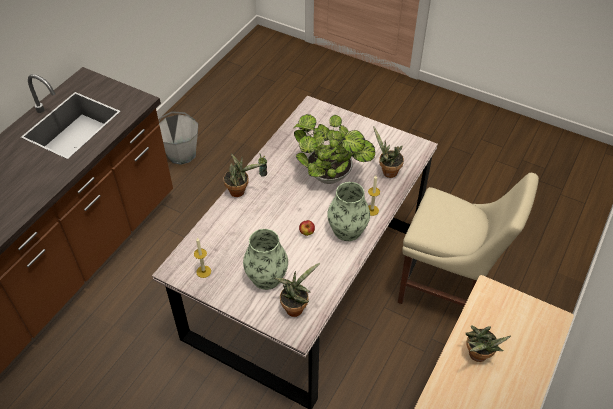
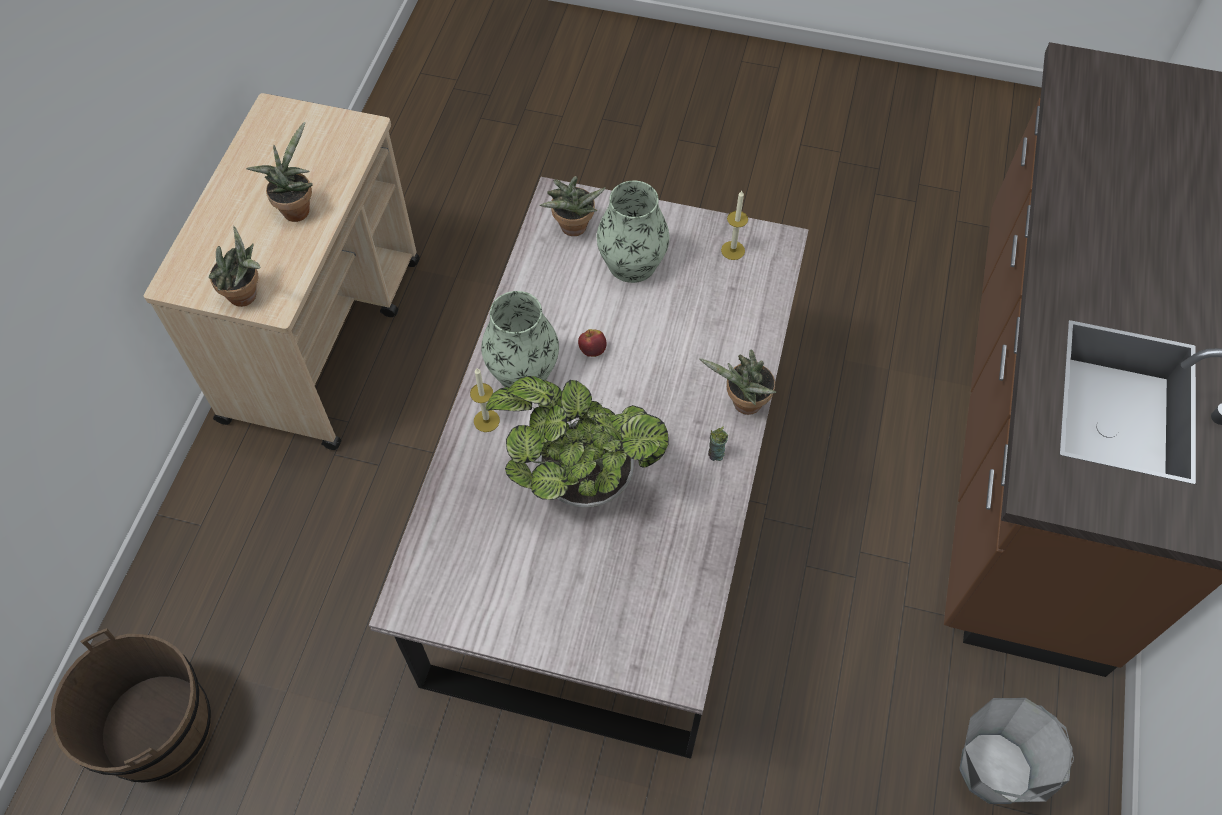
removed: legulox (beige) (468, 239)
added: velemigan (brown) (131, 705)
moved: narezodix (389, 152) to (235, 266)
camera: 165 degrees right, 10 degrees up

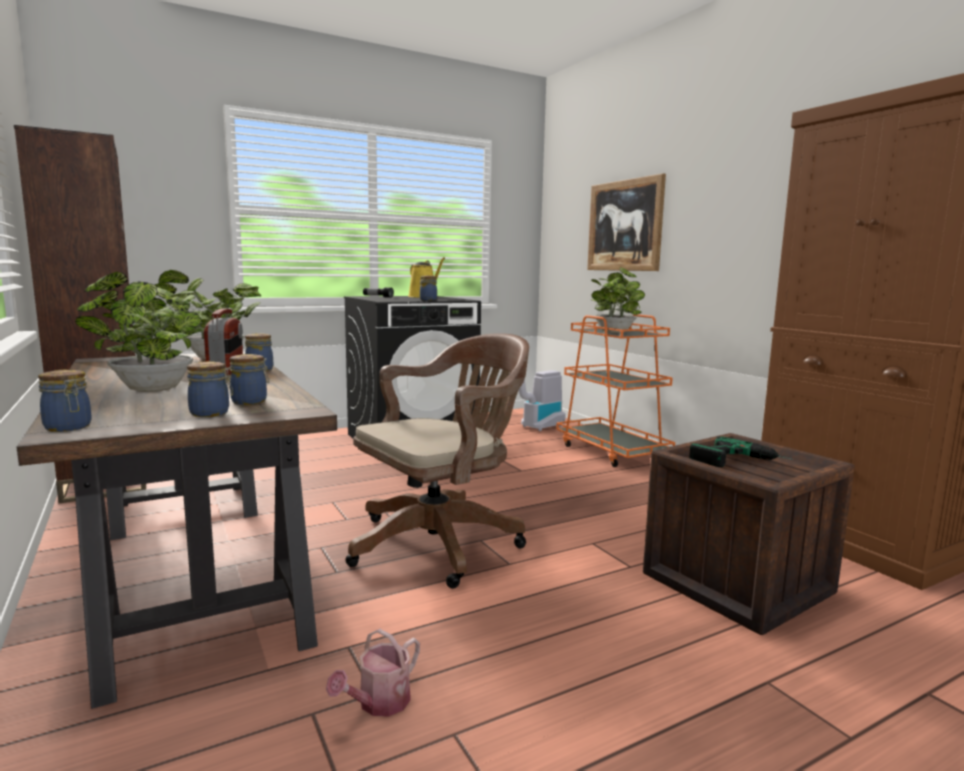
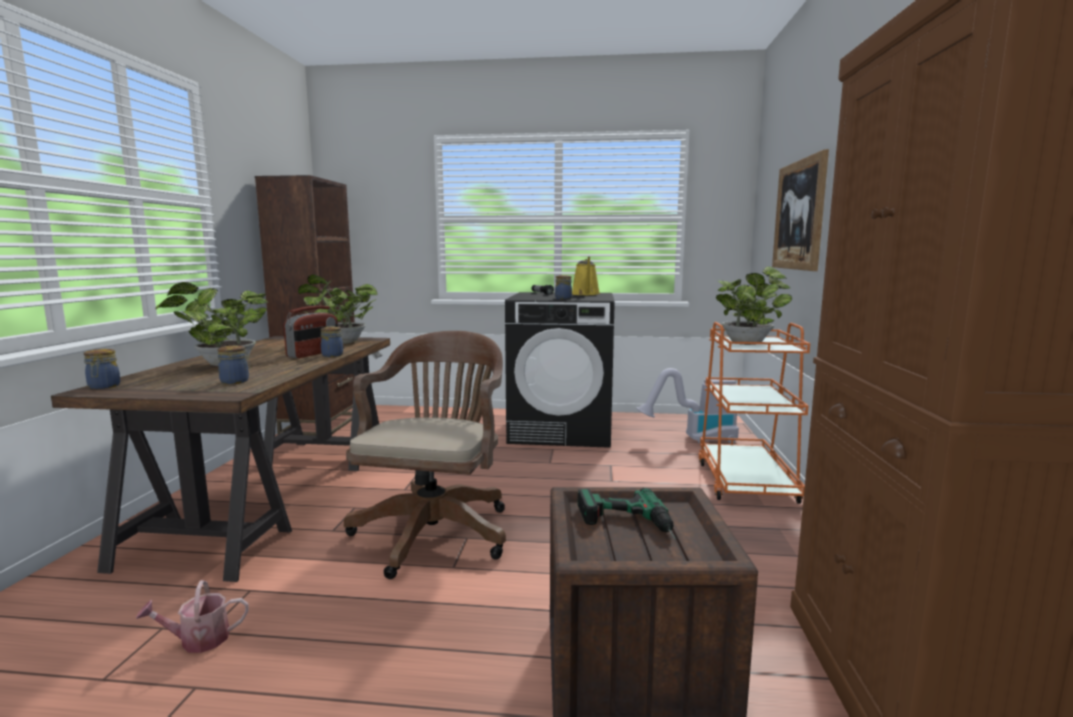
removed: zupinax (210, 389)
turned: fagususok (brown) (437, 460) = (425, 455) 75 degrees counterclockwise
camera: 35 degrees right, 0 degrees up

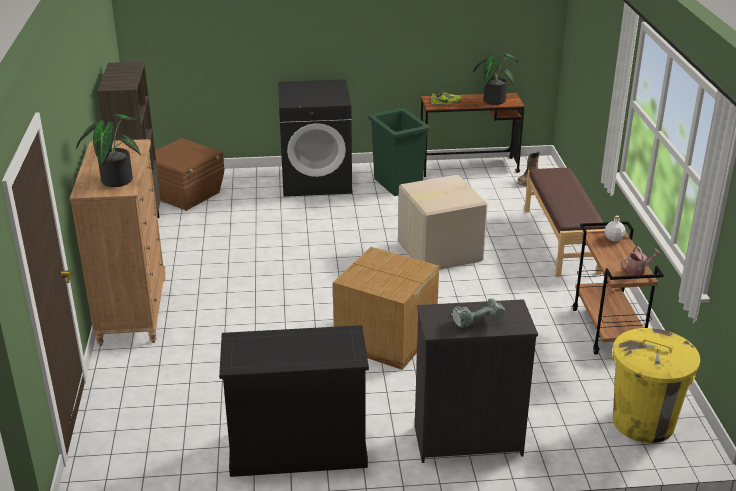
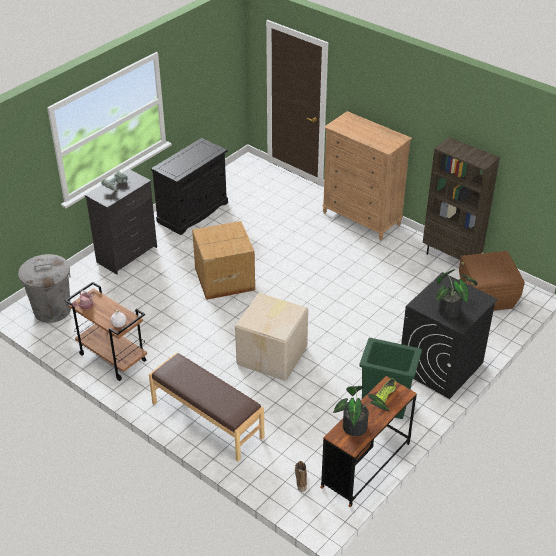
moved: narezodix (108, 150) to (457, 293)
recoloured: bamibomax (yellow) (656, 385) to bamibomax (grey) (44, 288)
camera: 135 degrees right, 10 degrees up

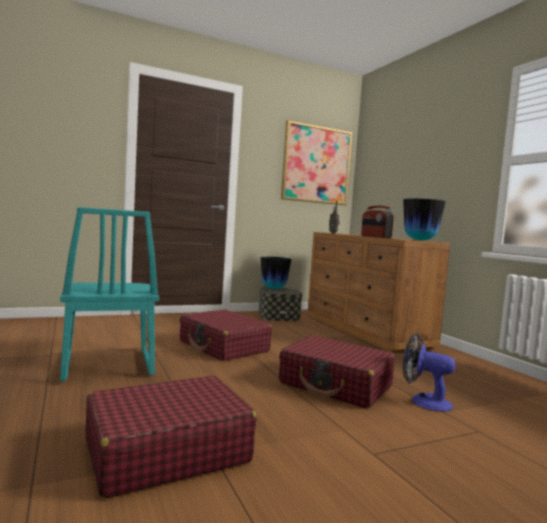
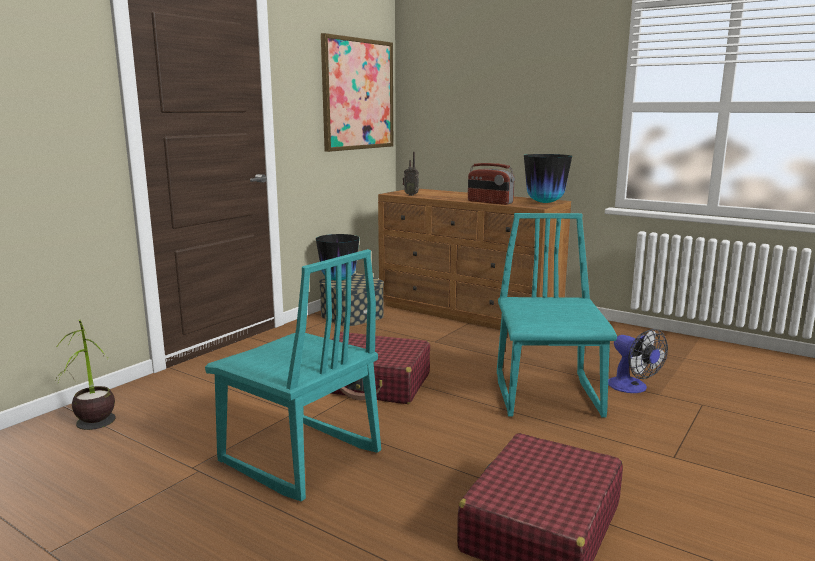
added: narezodix (85, 375)
replaced: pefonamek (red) (337, 372) to legulox (turquoise) (557, 315)
turned: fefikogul (429, 372) = (638, 361) 120 degrees counterclockwise
camera: 30 degrees left, 10 degrees up

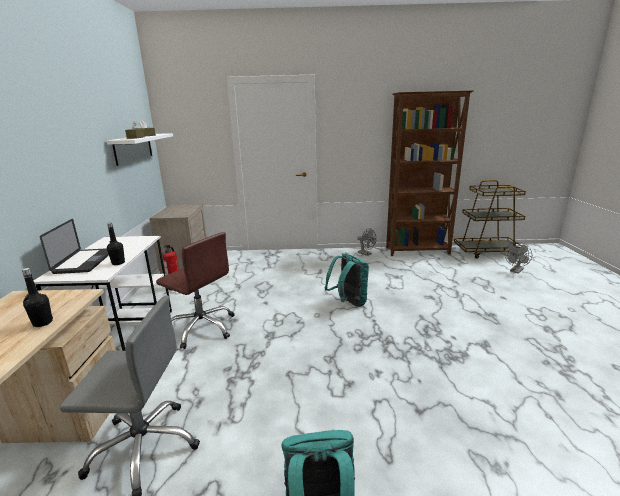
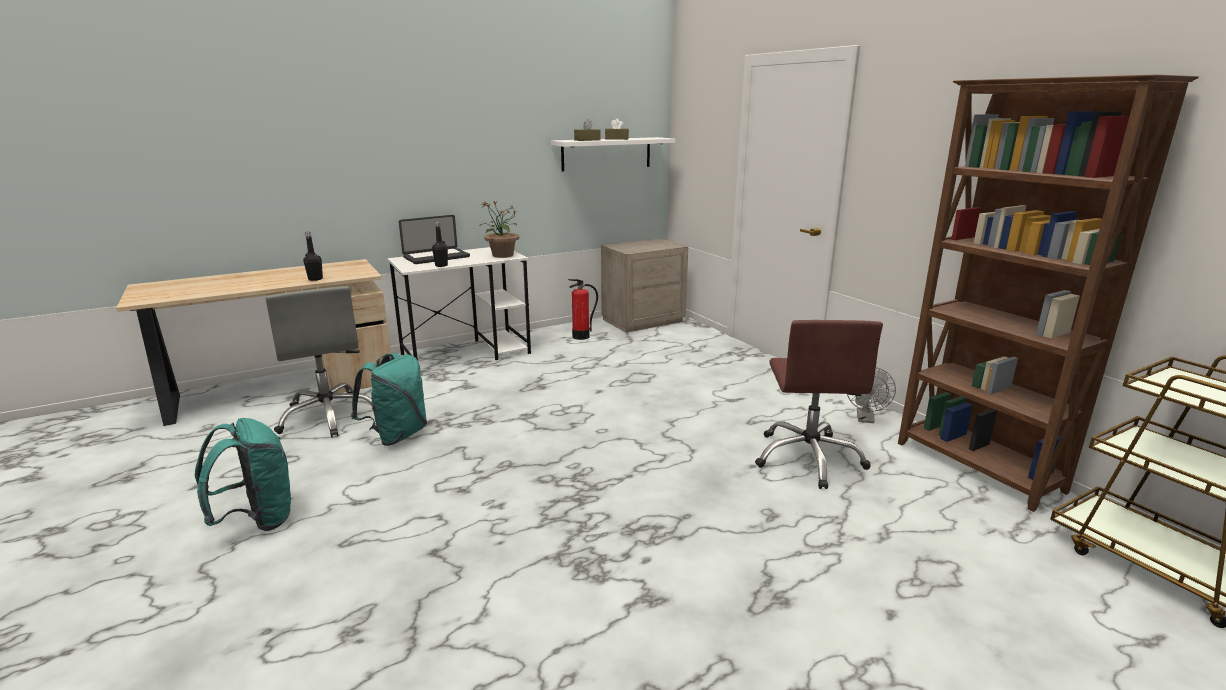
removed: fefikogul (grey) (518, 258)
added: narezodix (500, 229)
moved: fagususok (brown) (195, 290) to (819, 404); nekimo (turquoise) (347, 280) to (389, 399)
camera: 60 degrees right, 0 degrees up

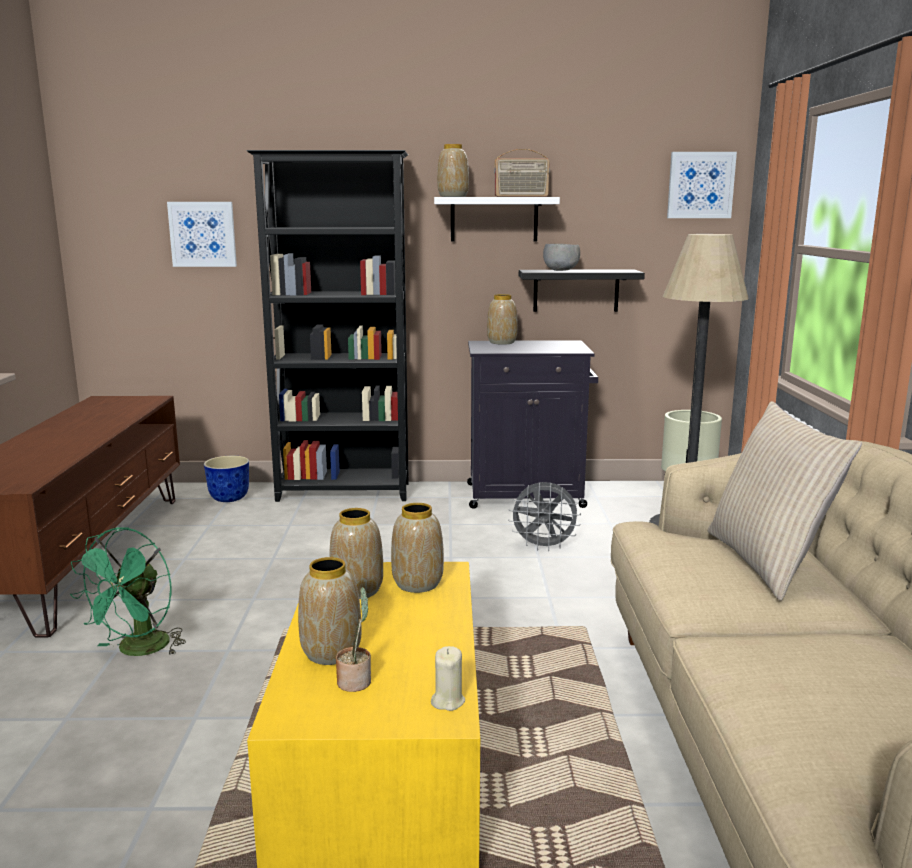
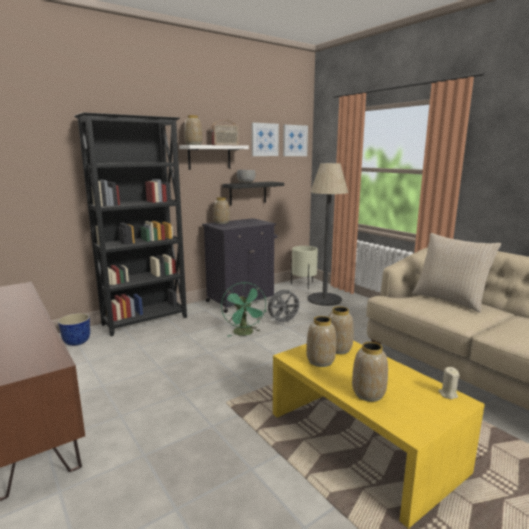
removed: narezodix (353, 639)
moved: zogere (202, 234) to (265, 139); fefikogul (green) (128, 591) to (244, 309)
camera: 35 degrees left, 0 degrees up

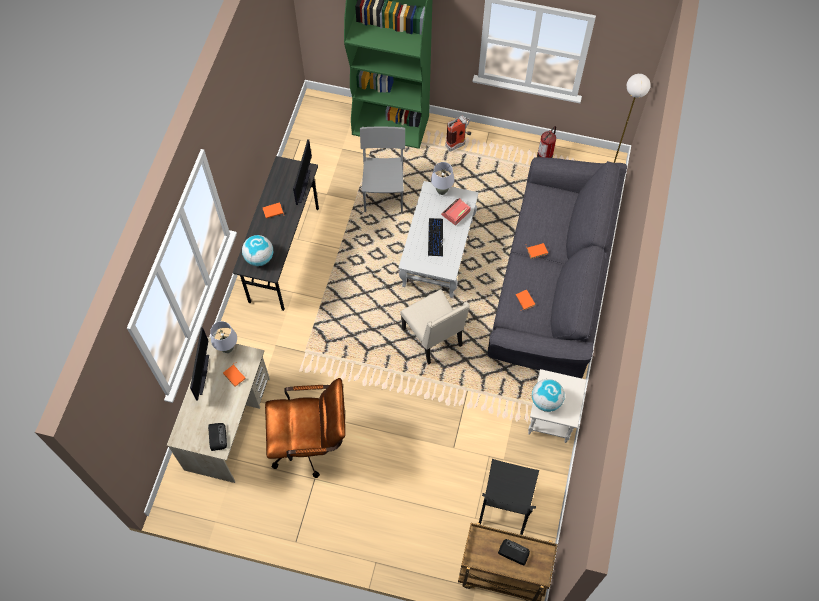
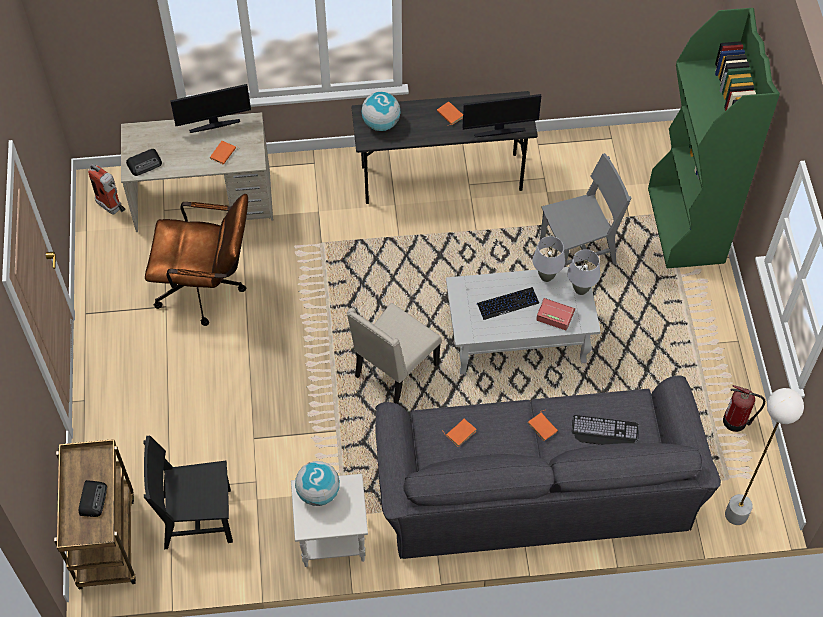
added: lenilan (605, 430)
moved: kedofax (458, 133) to (106, 189); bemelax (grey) (223, 337) to (548, 259)
turned: fagususok (brown) (305, 428) = (196, 260) 60 degrees counterclockwise
camera: 70 degrees right, 5 degrees down

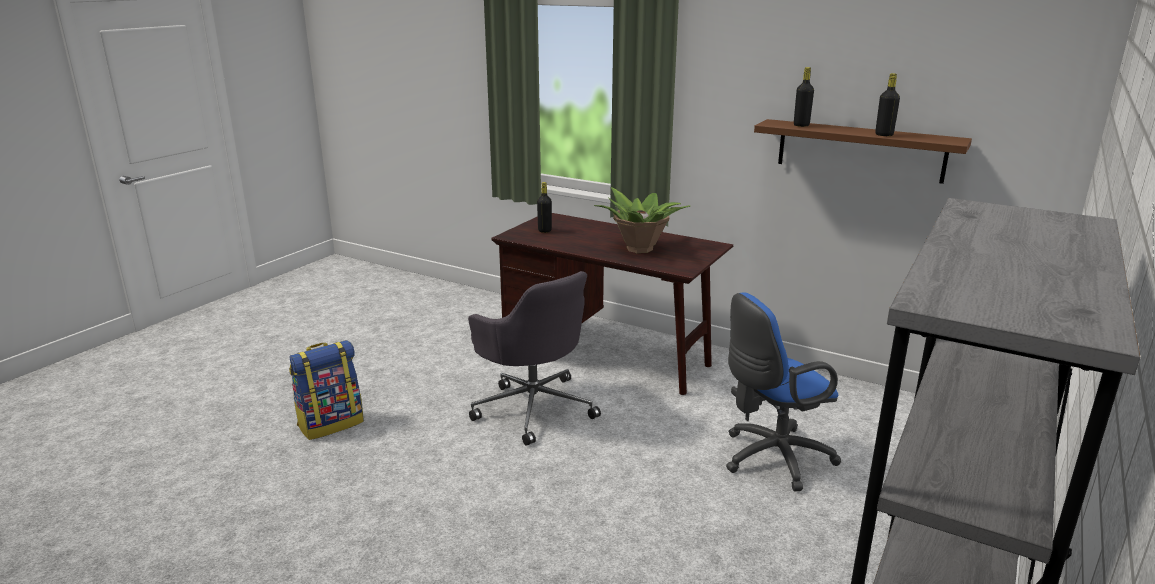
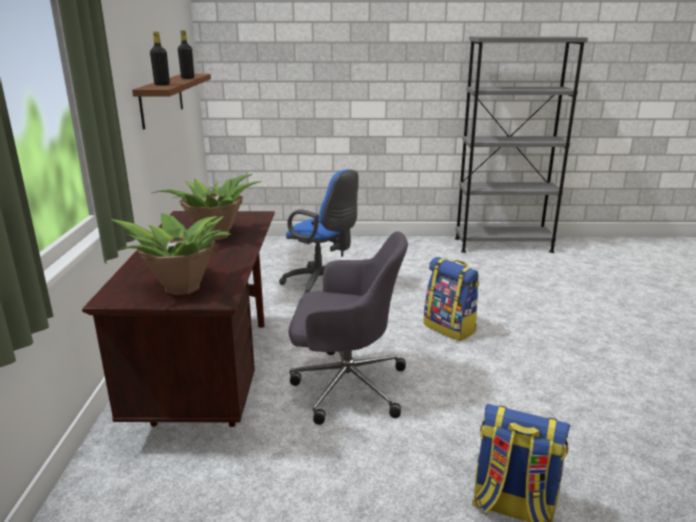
added: nekimo (452, 299)
replaced: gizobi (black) (544, 207) to narezodix (170, 254)
turned: fagususok (grey) (534, 358) = (348, 328) 75 degrees clockwise
camera: 120 degrees left, 0 degrees up

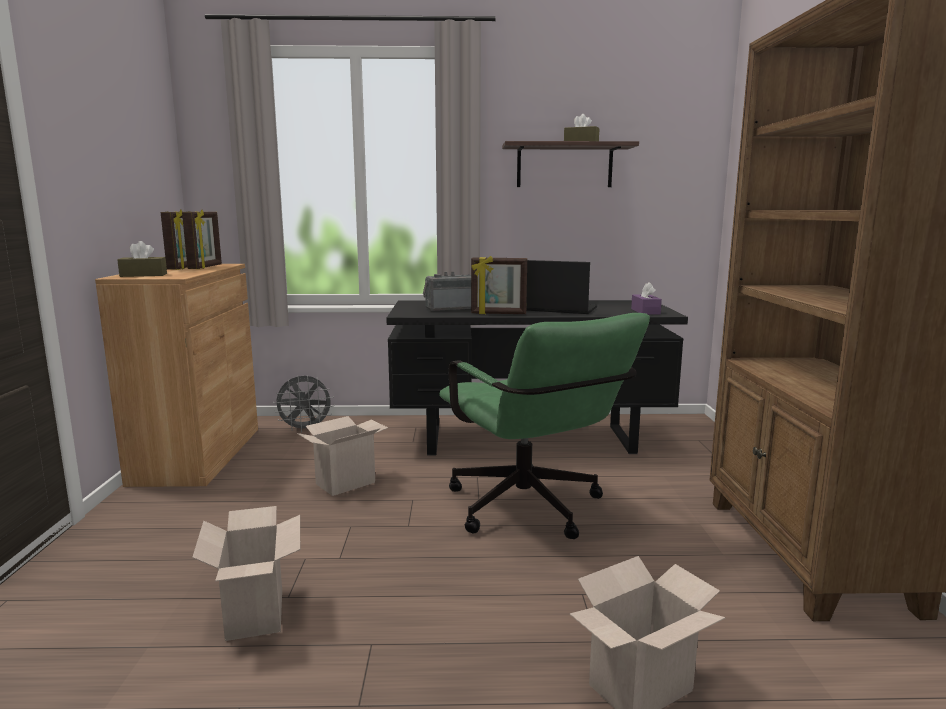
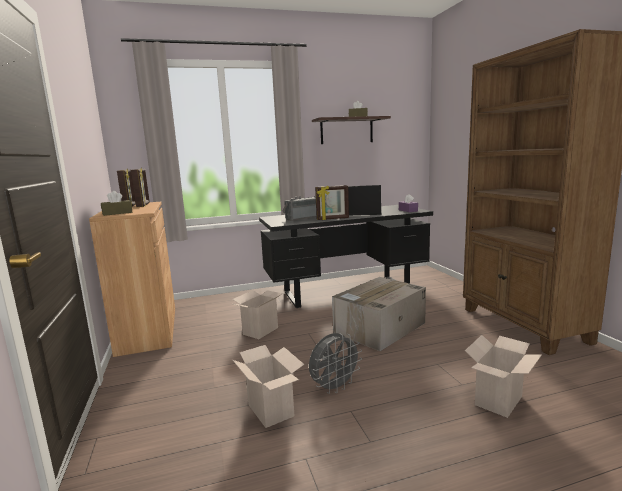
moved: fefikogul (grey) (303, 404) to (335, 363)
replaced: fagususok (green) (544, 426) to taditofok (379, 314)
camera: 15 degrees left, 0 degrees up

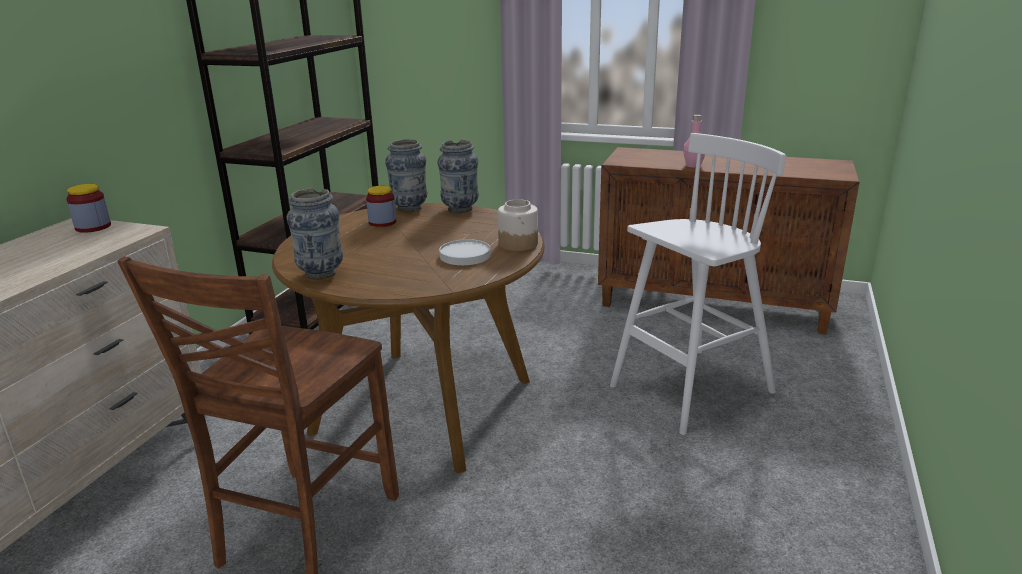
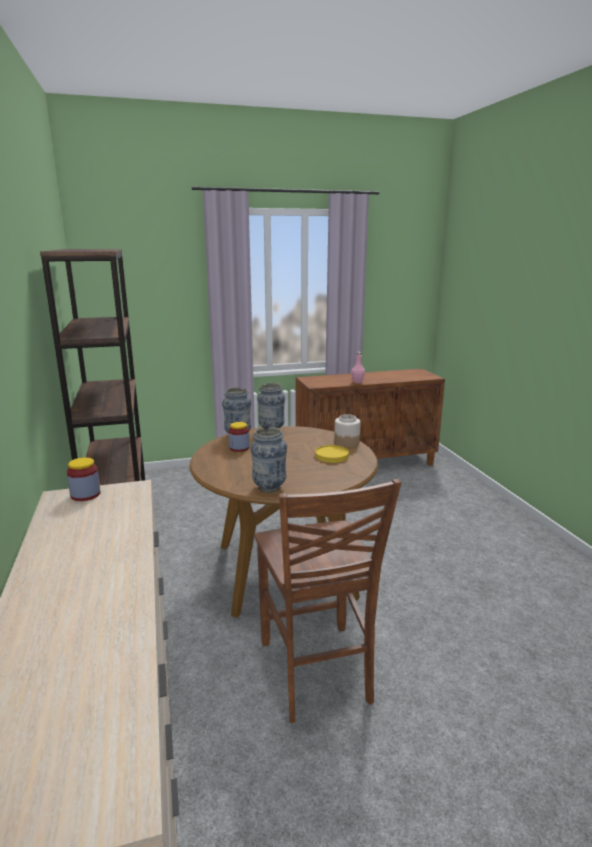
removed: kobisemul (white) (698, 284)
recoloured: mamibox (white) (465, 252) to mamibox (yellow) (332, 454)
camera: 35 degrees left, 5 degrees down

